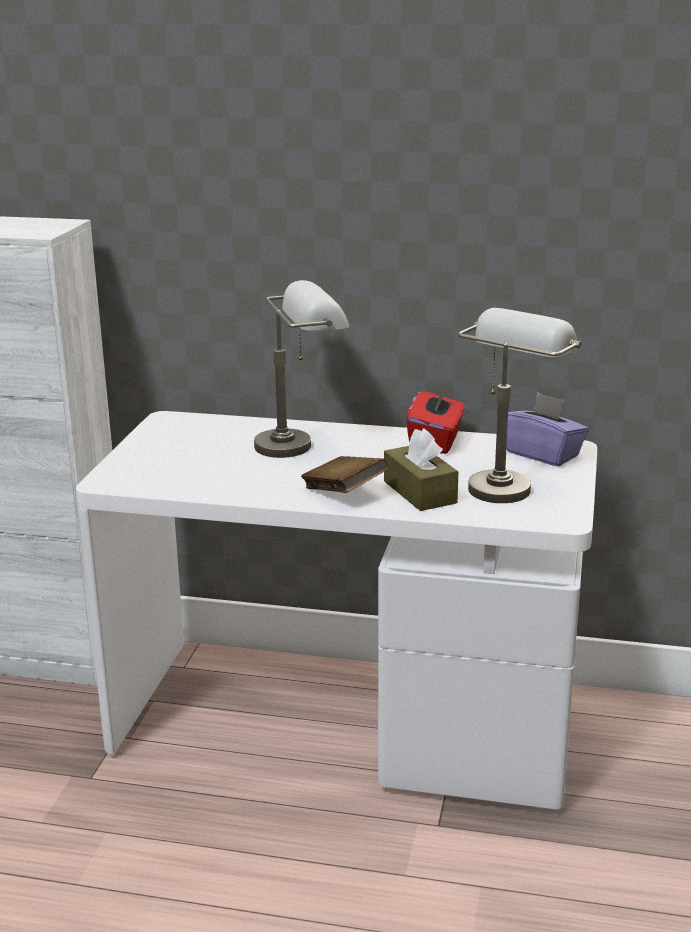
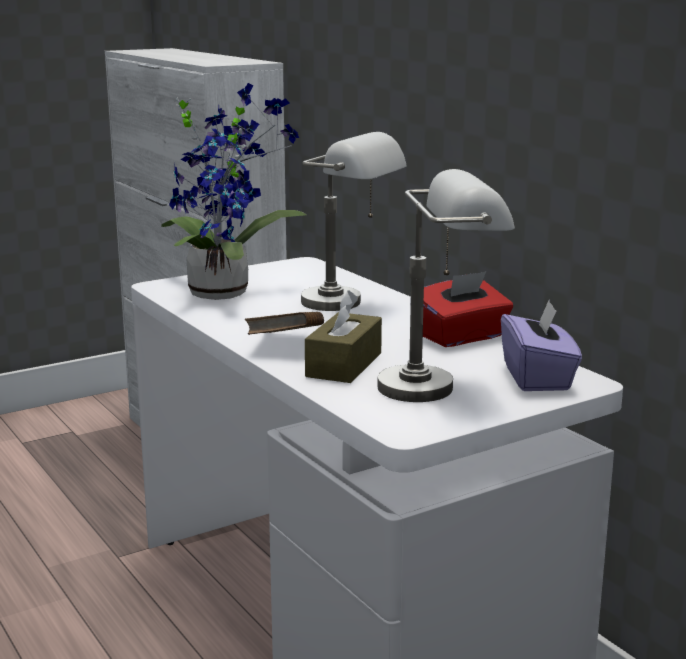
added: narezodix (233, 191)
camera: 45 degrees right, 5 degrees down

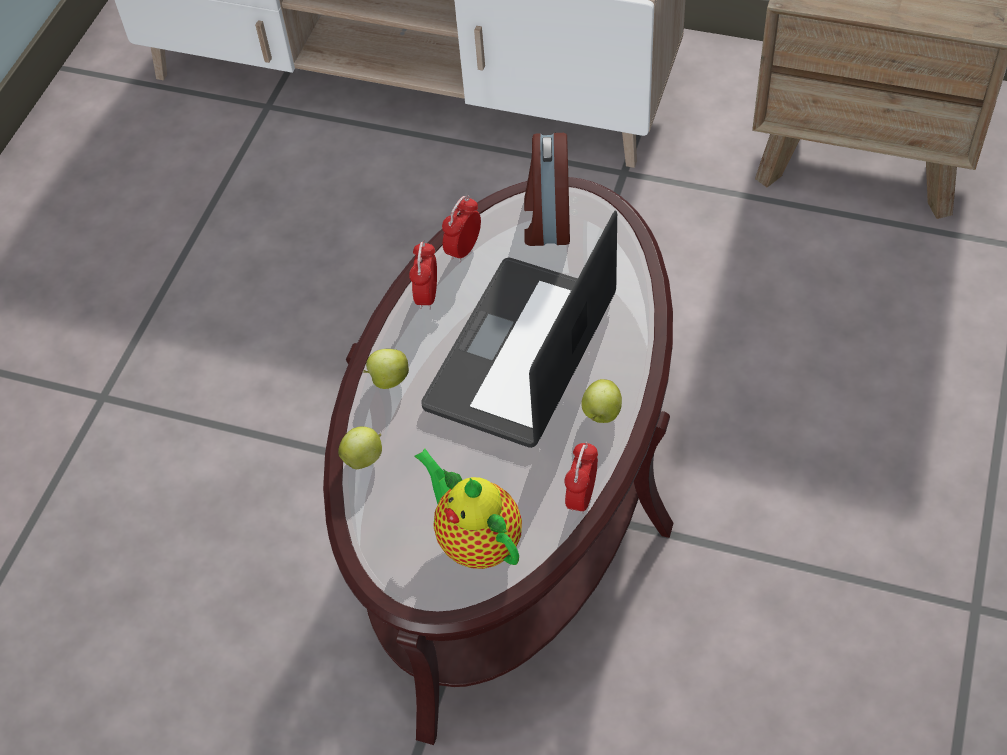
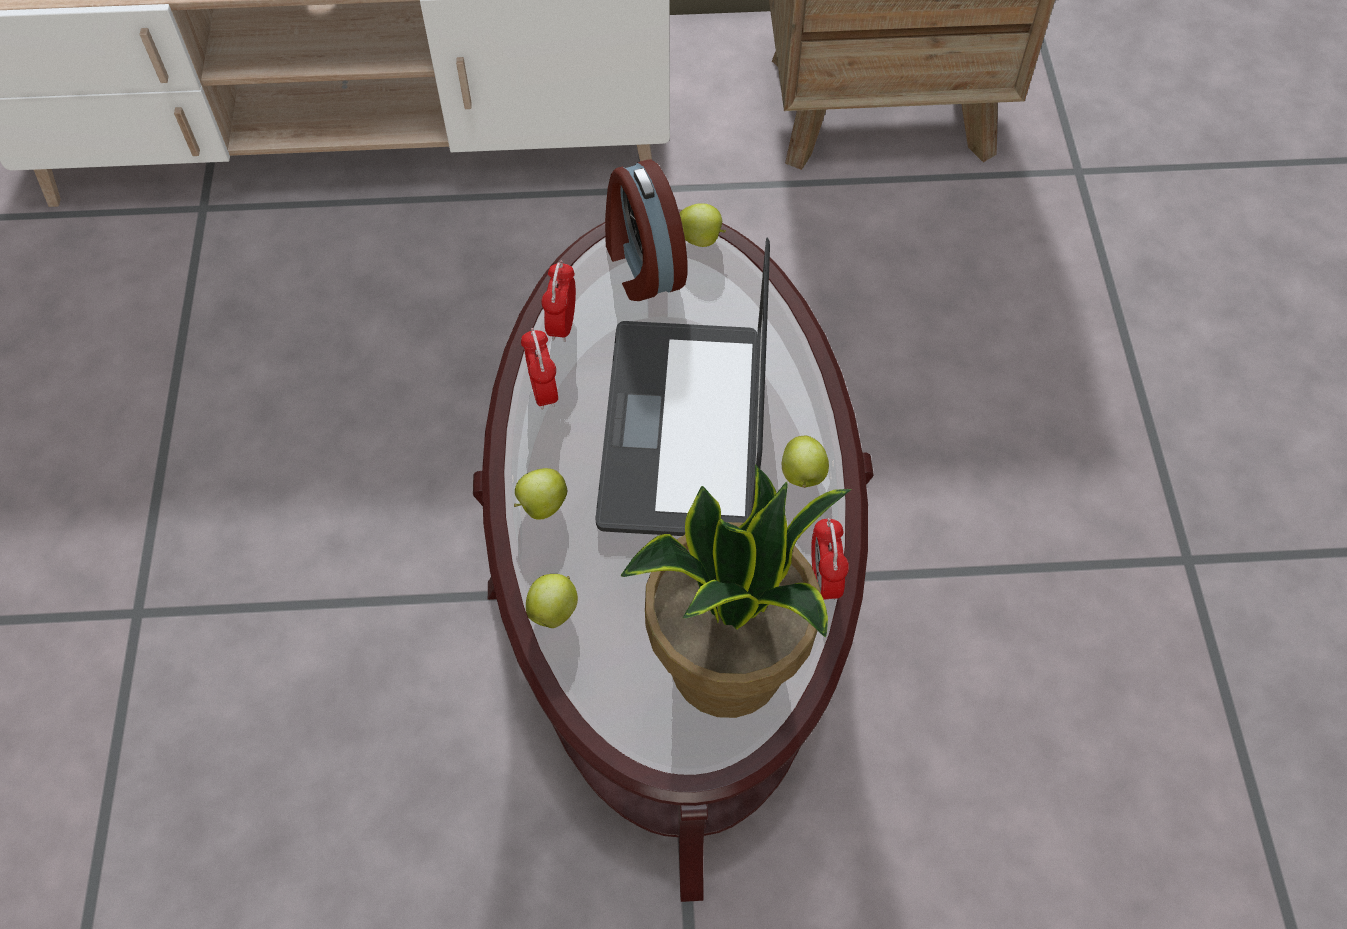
added: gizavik (702, 225)
replaced: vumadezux (468, 509) to narezodix (736, 591)
camera: 25 degrees left, 5 degrees up

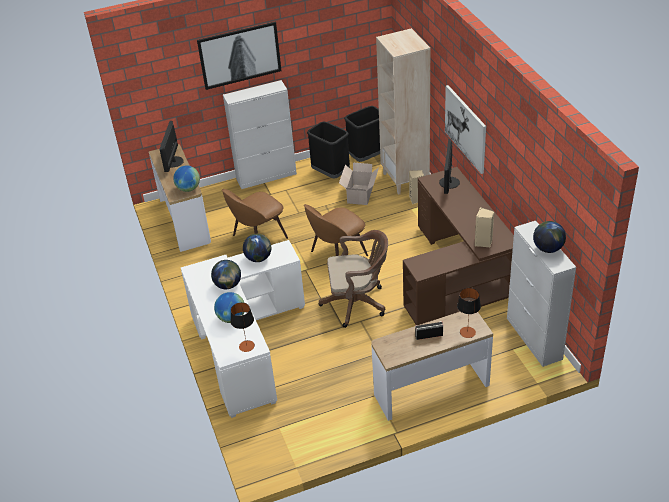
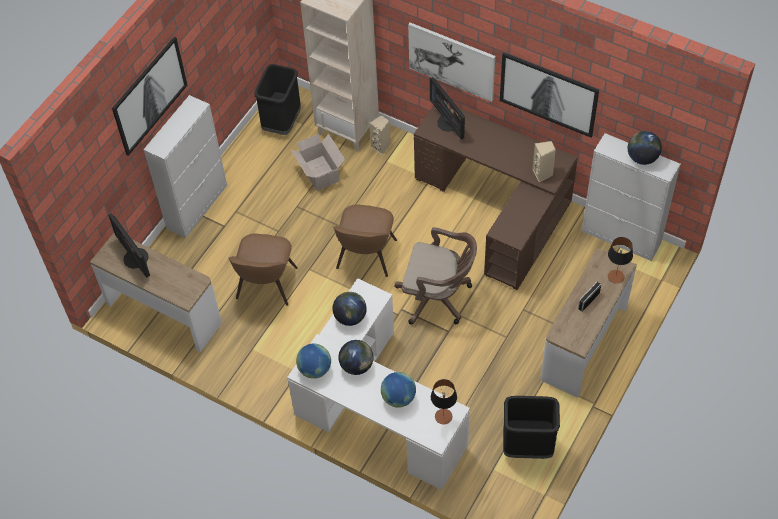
added: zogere (549, 95)
moved: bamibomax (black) (328, 149) to (531, 427); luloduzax (186, 178) to (313, 361)
turned: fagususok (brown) (353, 279) = (435, 275) 60 degrees clockwise
camera: 40 degrees left, 15 degrees up

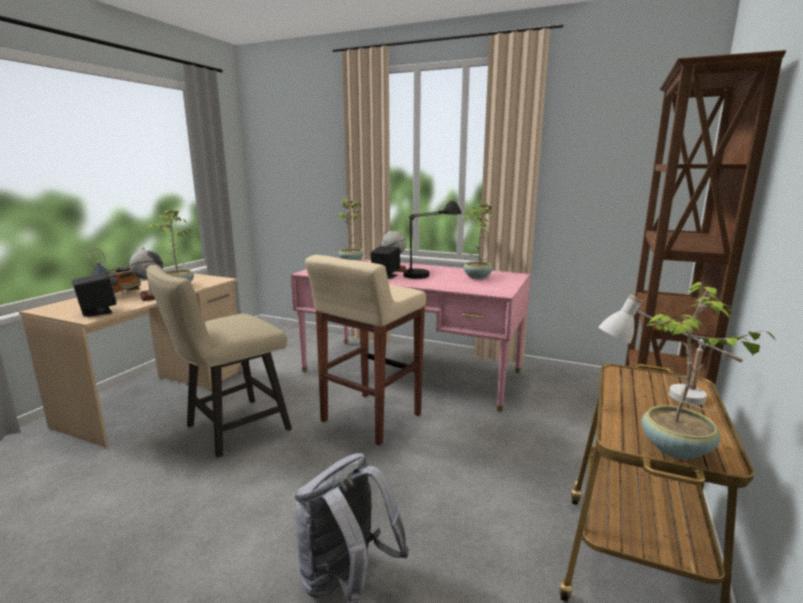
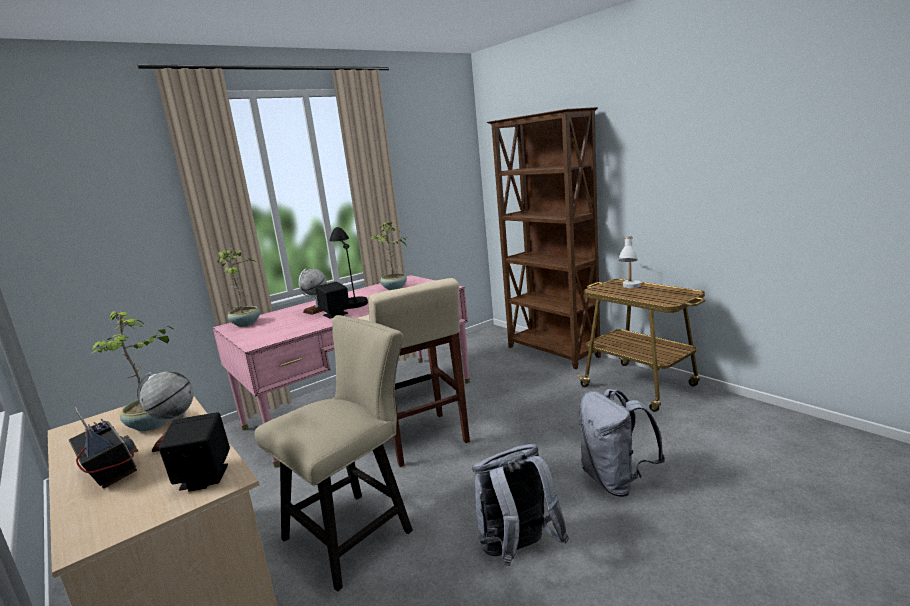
removed: narezodix (709, 371)
added: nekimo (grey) (520, 505)
turned: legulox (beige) (219, 361) = (334, 453) 120 degrees counterclockwise
camera: 60 degrees left, 0 degrees up

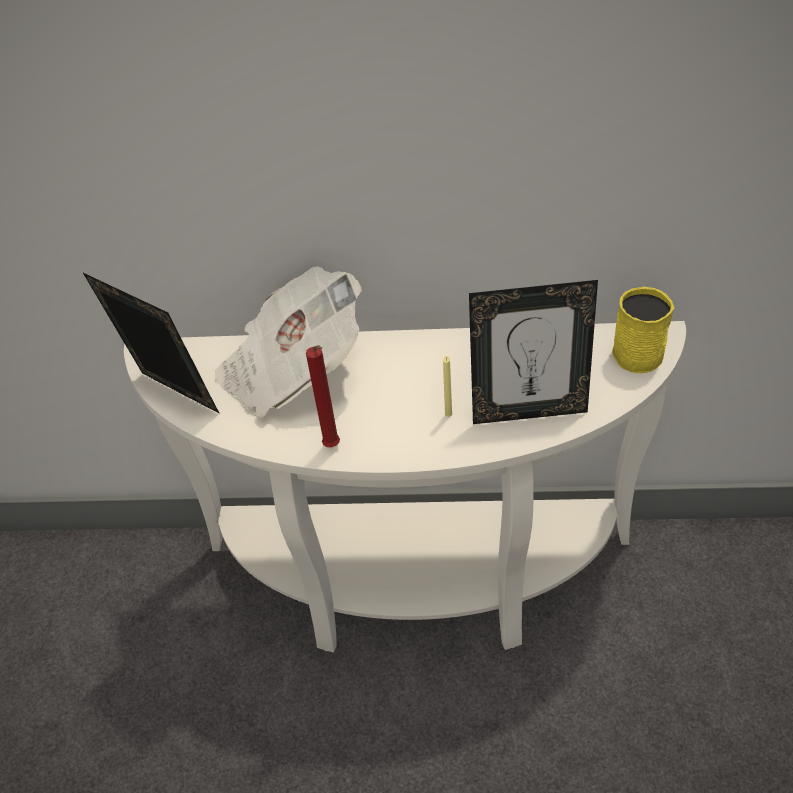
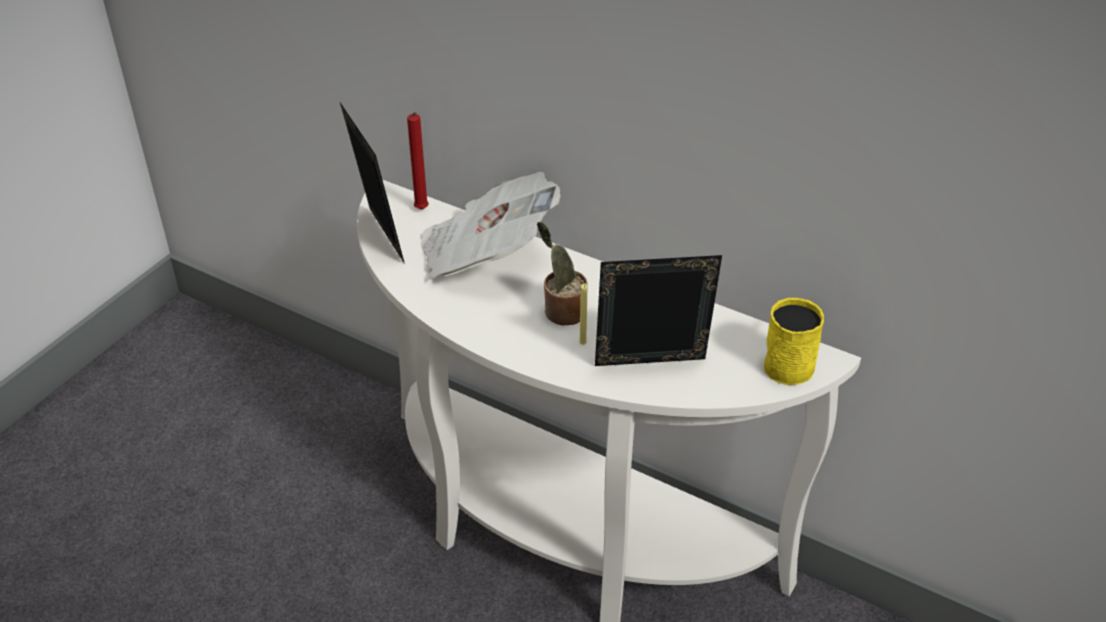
added: narezodix (562, 273)
moved: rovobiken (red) (323, 396) to (418, 160)
turned: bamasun (533, 352) = (658, 310) 150 degrees clockwise
camera: 25 degrees right, 5 degrees down

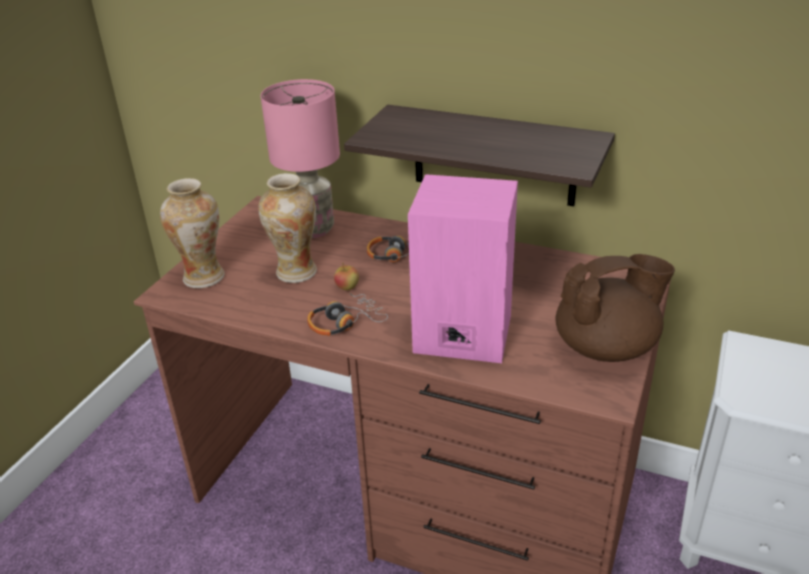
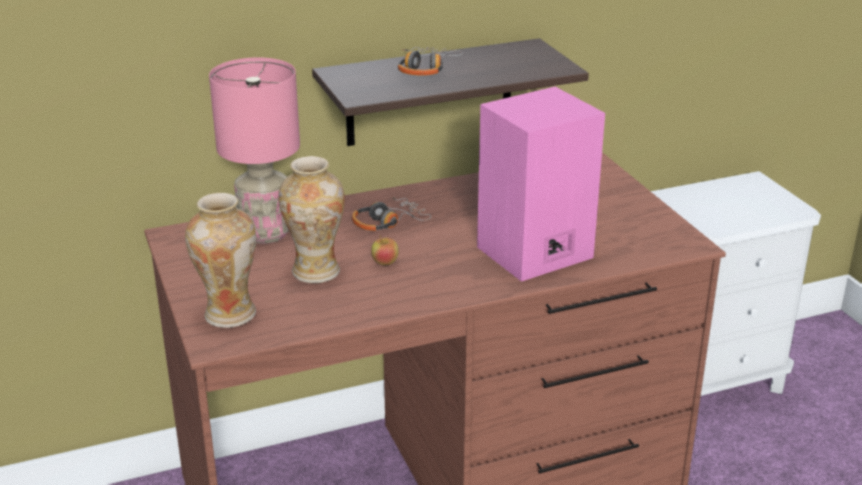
removed: vumadezux (brown) (615, 308)
moved: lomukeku (347, 314) to (430, 61)
camera: 45 degrees left, 5 degrees down

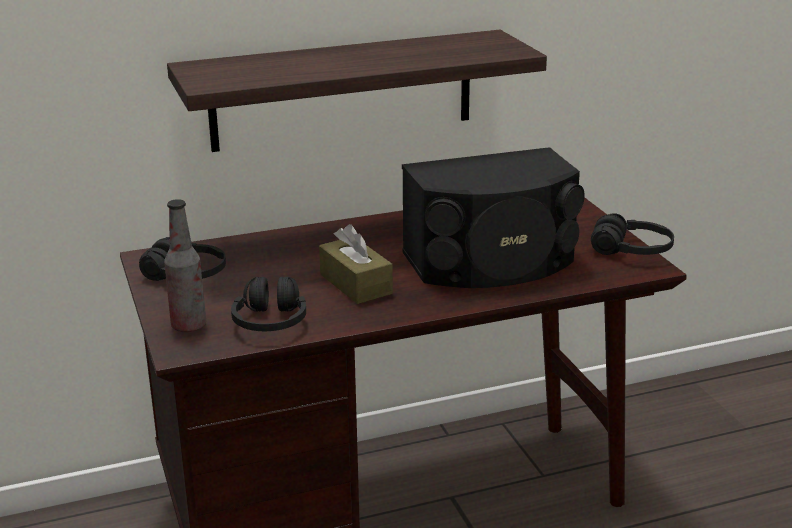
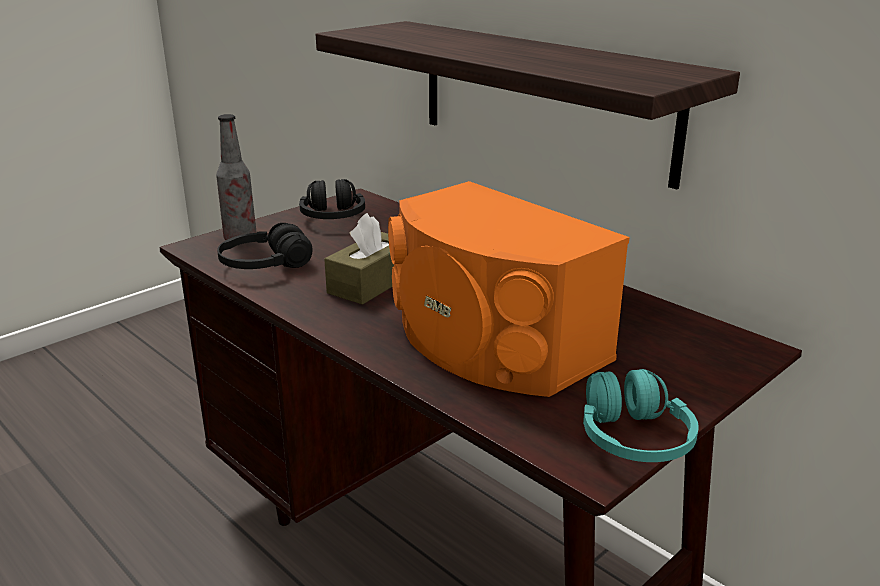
recoloured: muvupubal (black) (493, 217) to muvupubal (orange) (509, 289); lomukeku (black) (632, 234) to lomukeku (turquoise) (641, 415)
camera: 65 degrees right, 0 degrees up

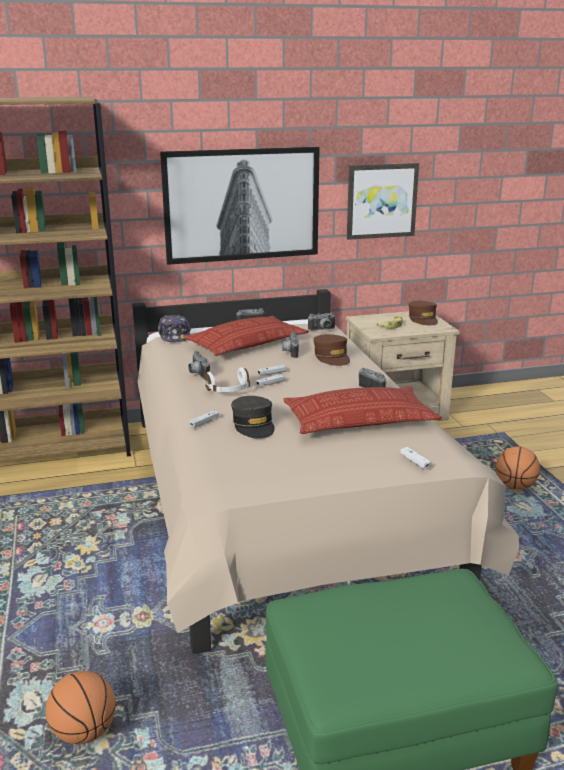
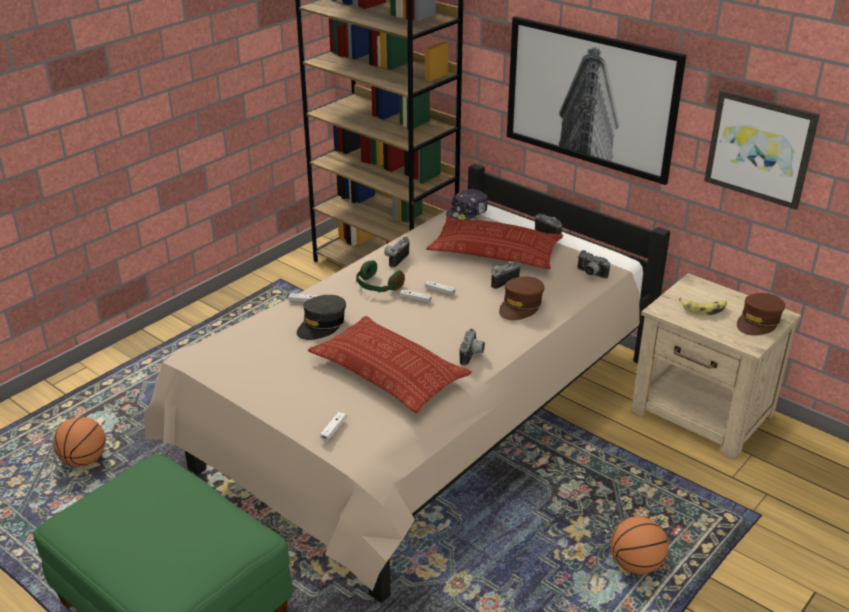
recoloured: lomukeku (white) (227, 379) to lomukeku (green) (380, 276)
camera: 55 degrees right, 10 degrees up

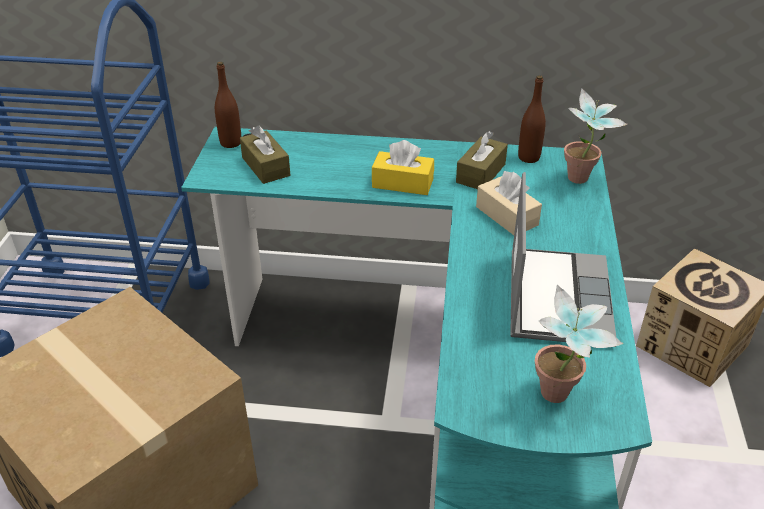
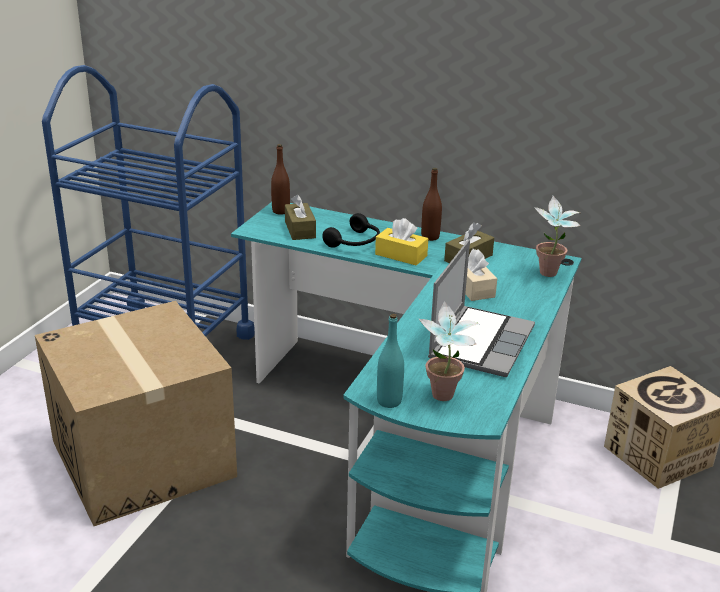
added: lomukeku (black) (351, 230); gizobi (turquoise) (390, 361)
moved: gizobi (brown) (532, 119) to (431, 204)
camera: 15 degrees right, 10 degrees down

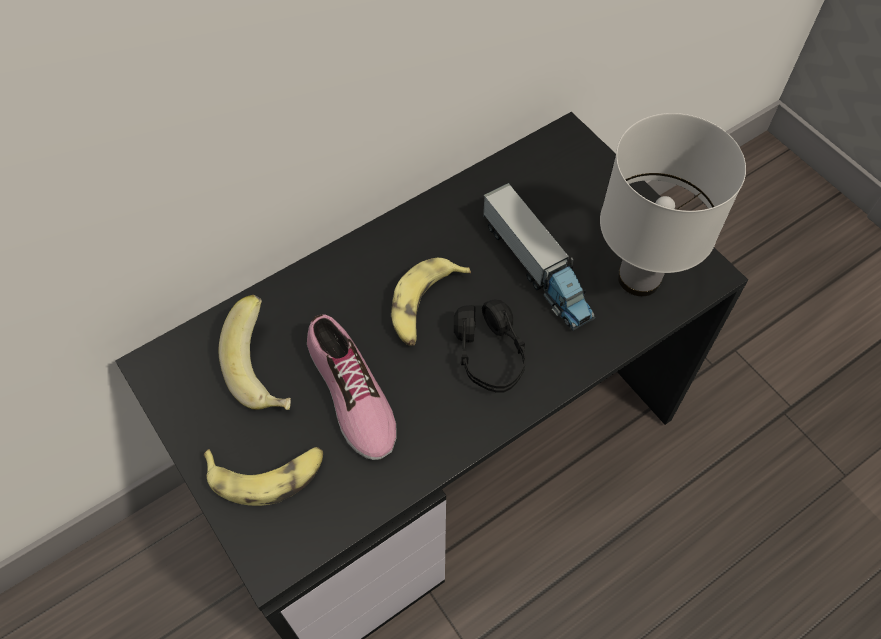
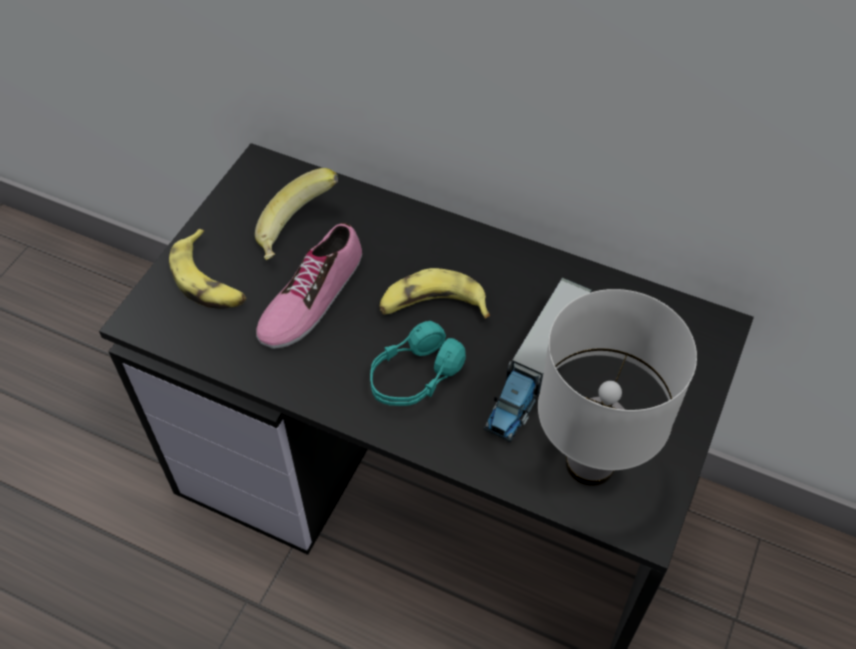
recoloured: lomukeku (black) (490, 346) to lomukeku (turquoise) (418, 363)
camera: 60 degrees right, 5 degrees down

